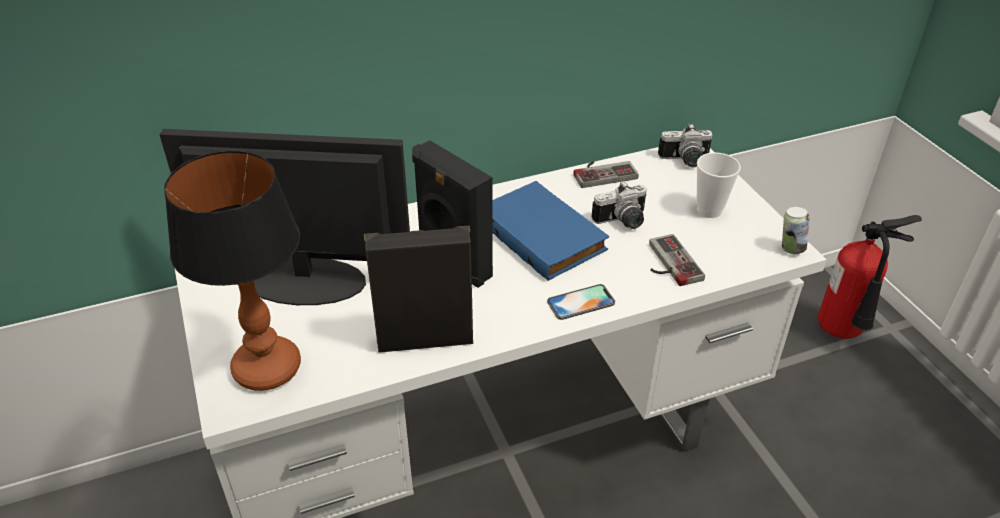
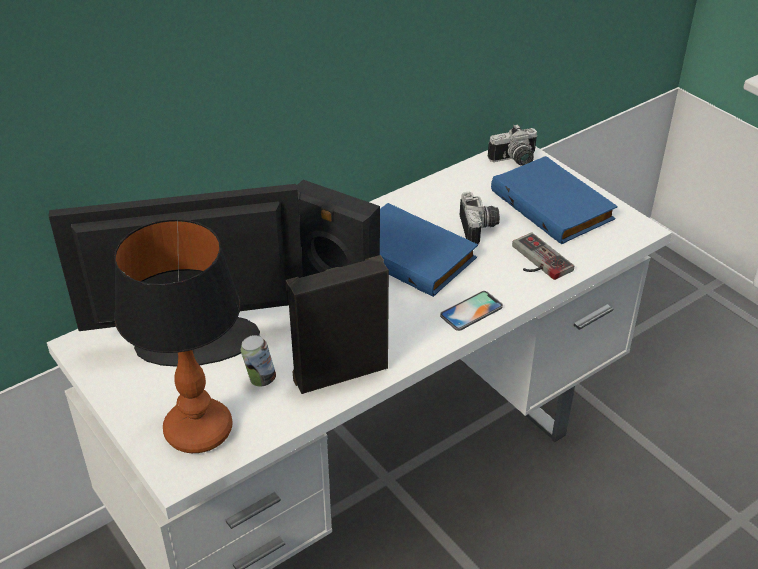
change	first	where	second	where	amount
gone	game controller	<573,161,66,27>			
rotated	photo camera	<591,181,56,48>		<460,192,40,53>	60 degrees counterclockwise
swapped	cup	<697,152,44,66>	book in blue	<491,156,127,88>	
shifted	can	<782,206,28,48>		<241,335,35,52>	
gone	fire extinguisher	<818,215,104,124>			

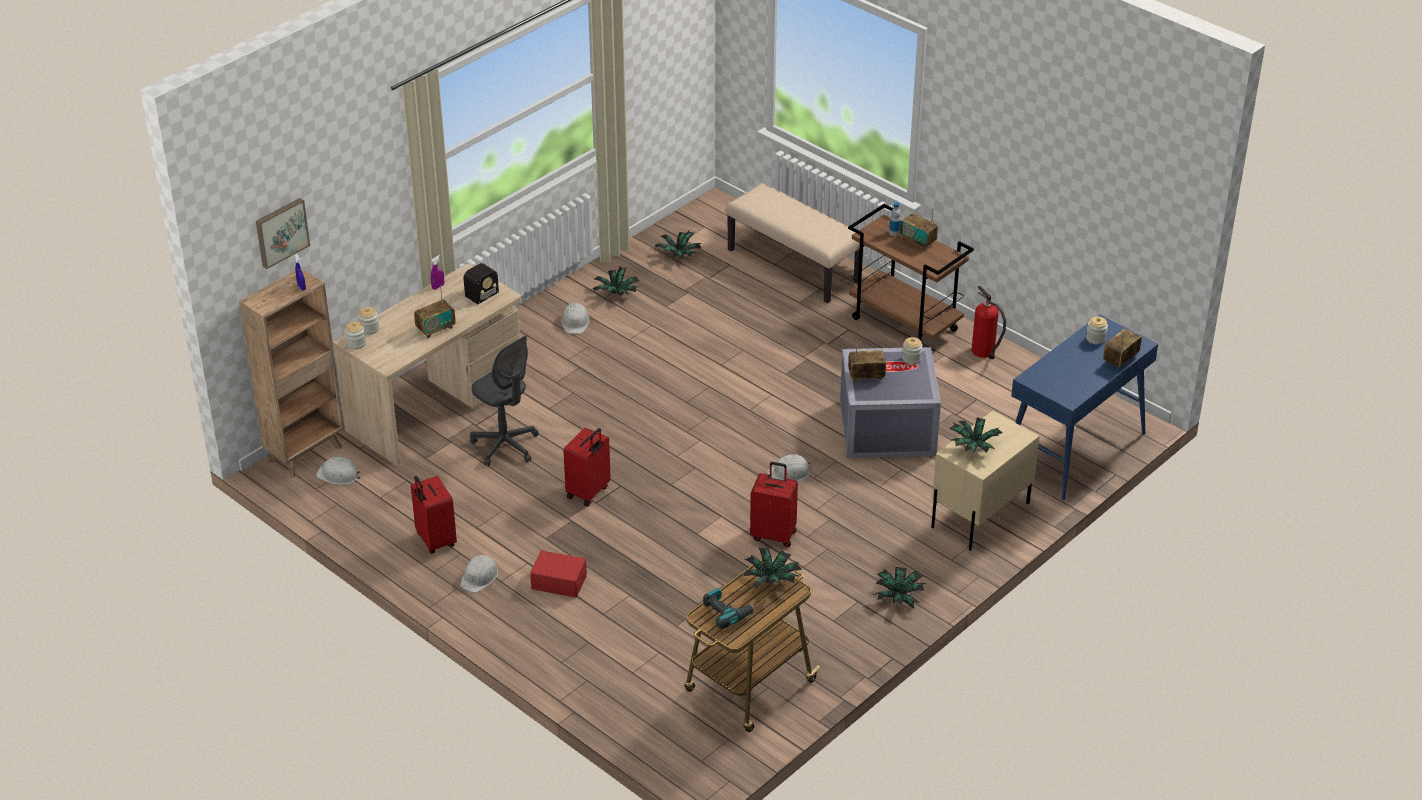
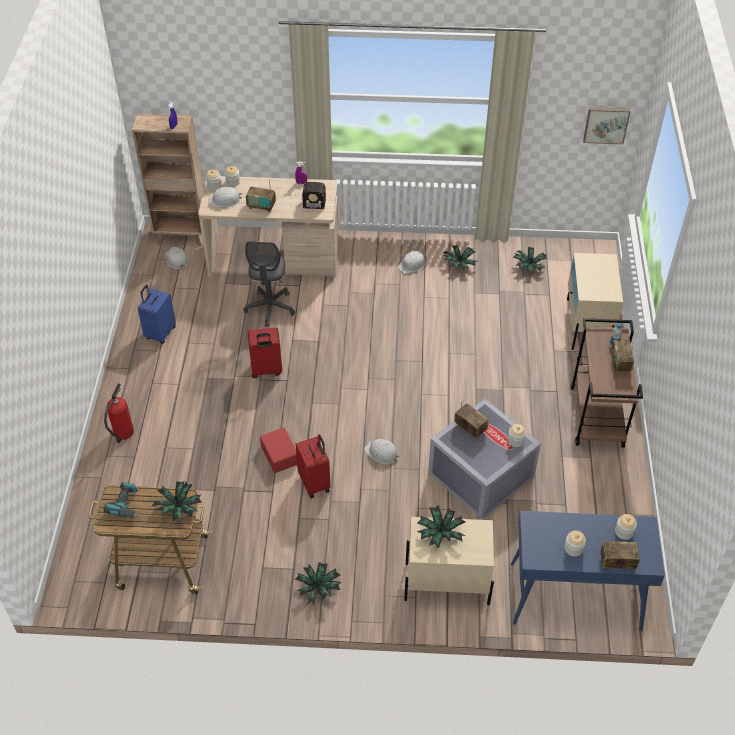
change	first	where	second	where	amount
shifted	picture	<256,198,54,71>		<583,107,48,37>	
repainted	suitcase in red	<411,476,46,78>	suitcase in blue	<138,285,38,59>	
shifted	hard hat in white	<460,555,38,38>		<208,187,34,21>	
shifted	storage box in red	<530,550,57,48>		<260,428,37,45>	
swapped	bench in beige	<726,183,134,120>	nightstand in beige	<567,253,56,97>	
shifted	fire extinguisher	<971,286,35,73>		<104,383,30,60>	
new			jar	<564,530,22,26>	

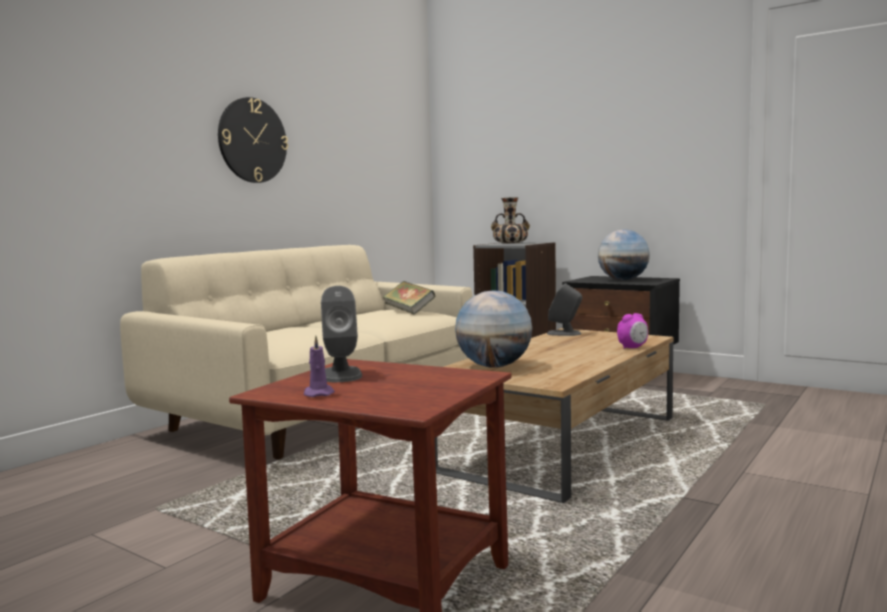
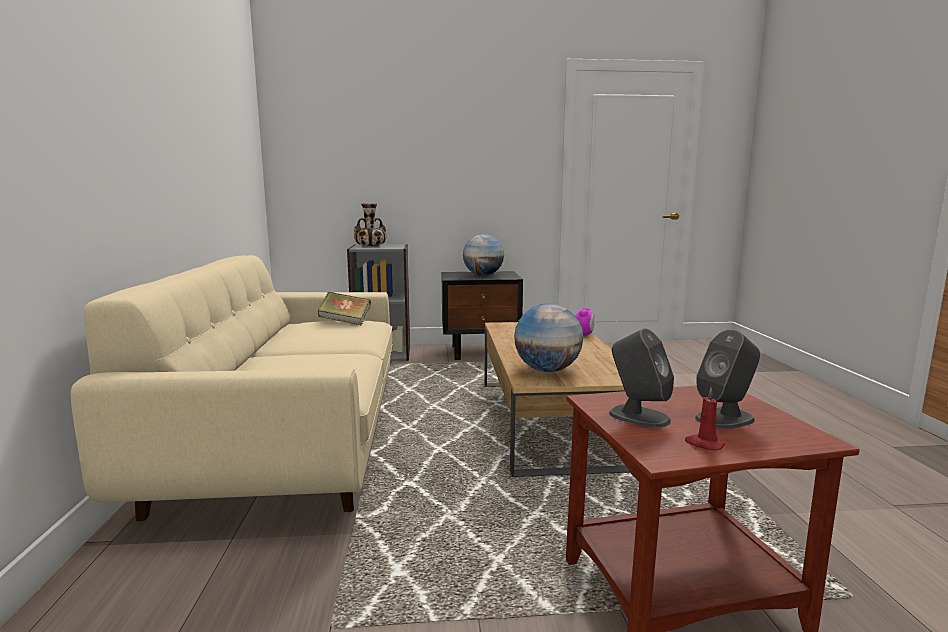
change	first	where	second	where	amount
gone	wall clock	<218,97,70,86>			
repainted	candle in purple	<304,336,31,61>	candle in red	<685,388,40,62>	
shifted	speaker in grey	<547,283,35,53>		<695,330,65,99>	

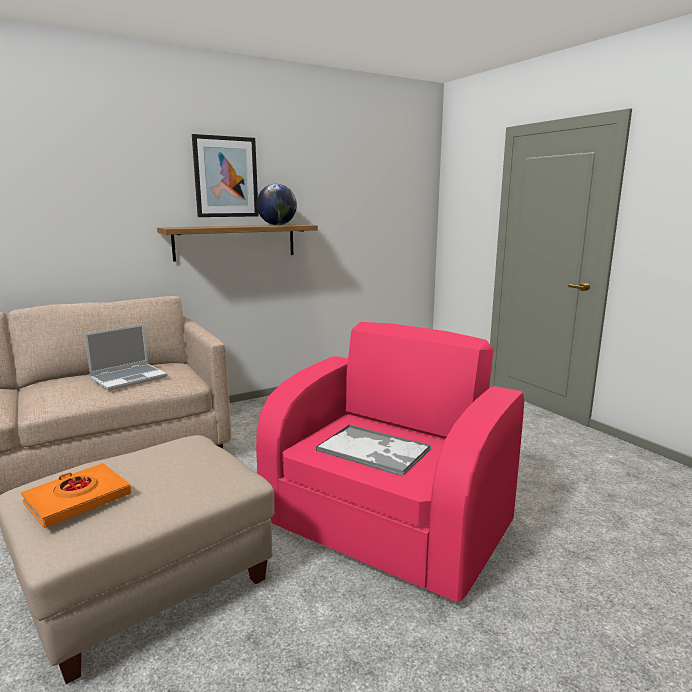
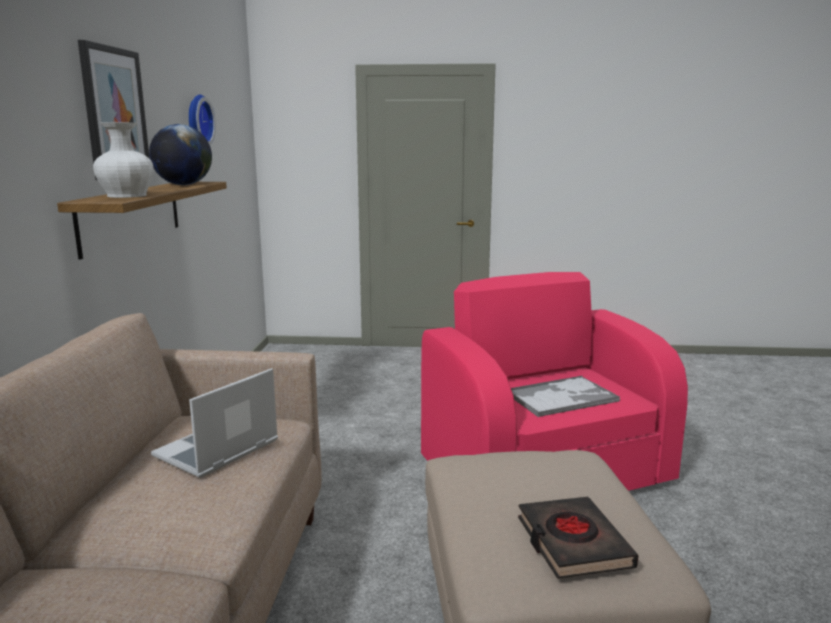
change	first	where	second	where	amount
repainted	book in orange	<21,463,110,65>	book in black	<518,497,120,82>	
rotated	laptop	<84,324,83,67>		<151,368,127,110>	135 degrees counterclockwise
new			vase in white	<93,122,61,76>	
new			wall clock	<189,95,27,50>	

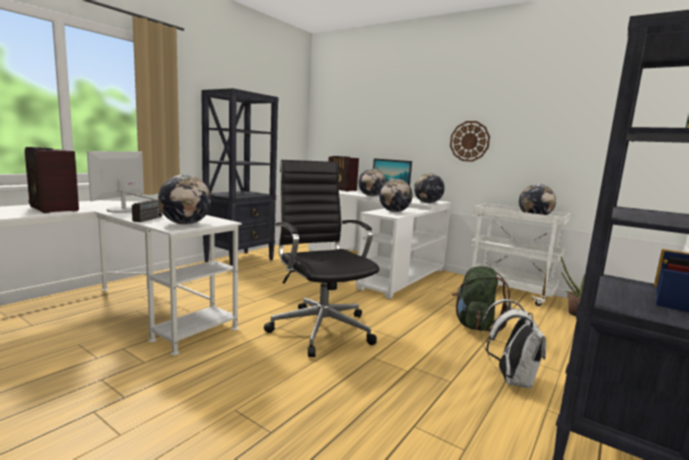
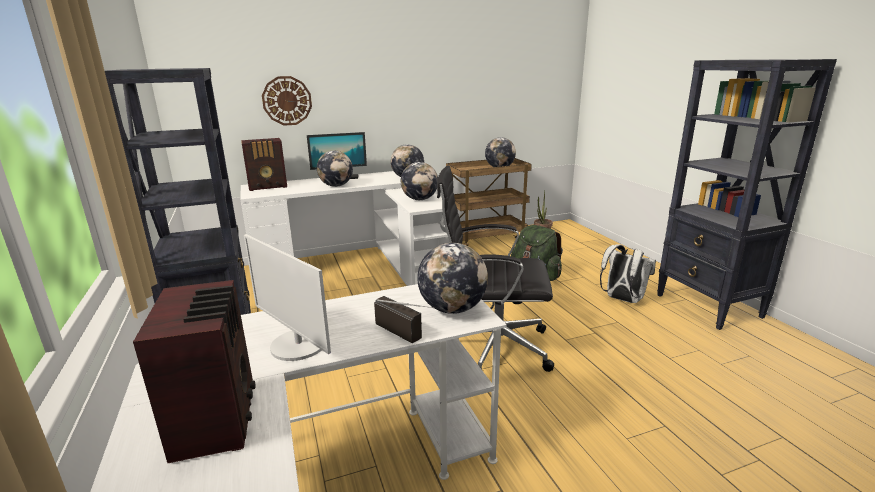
change	first	where	second	where	amount
rotated	radio	<25,147,54,66>		<133,280,123,184>	90 degrees counterclockwise
shifted	wall clock	<450,121,40,41>		<262,76,50,50>	
repainted	cart in white	<466,203,105,103>	cart in brown	<446,158,86,88>	

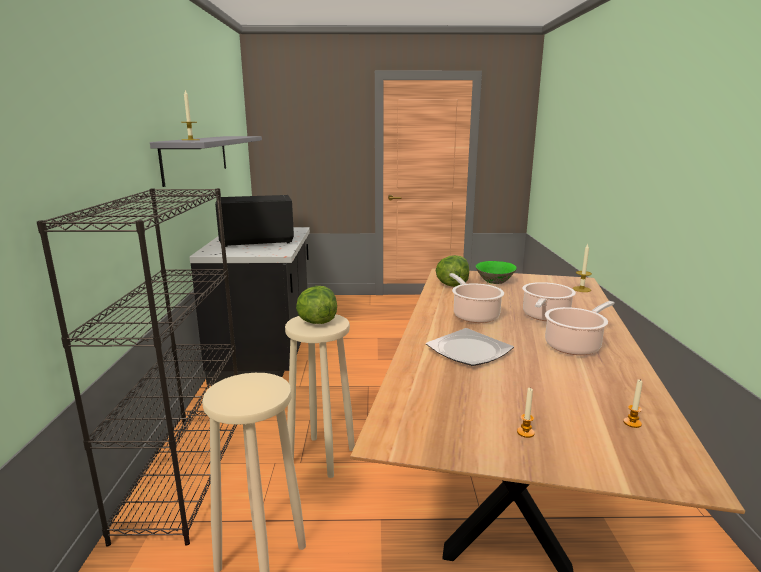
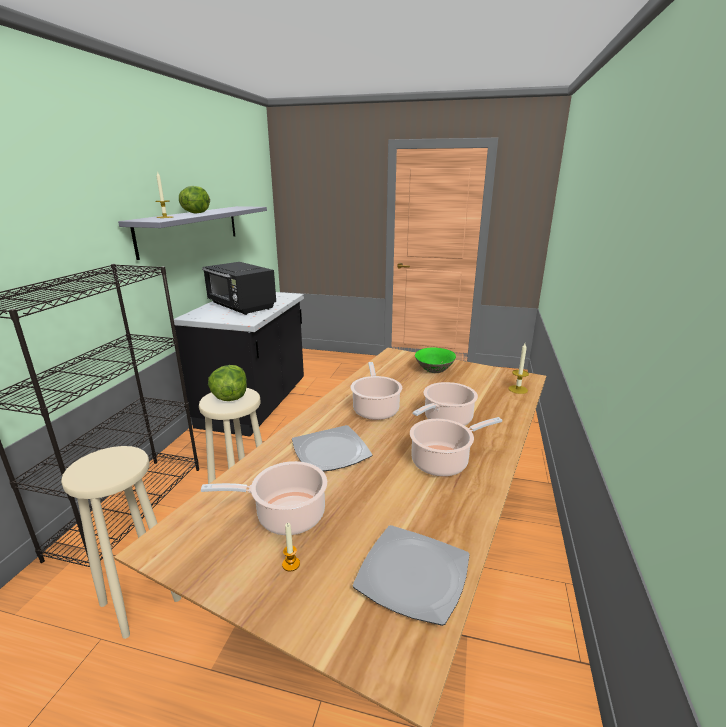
change	first	where	second	where	amount
rotated	microwave in black	<215,195,79,52>		<202,262,74,53>	135 degrees counterclockwise
shifted	lettuce	<436,255,33,32>		<179,186,31,28>	
swapped	candle	<623,380,19,48>	plate	<353,525,117,101>	
new			cooking pot	<201,461,126,74>	

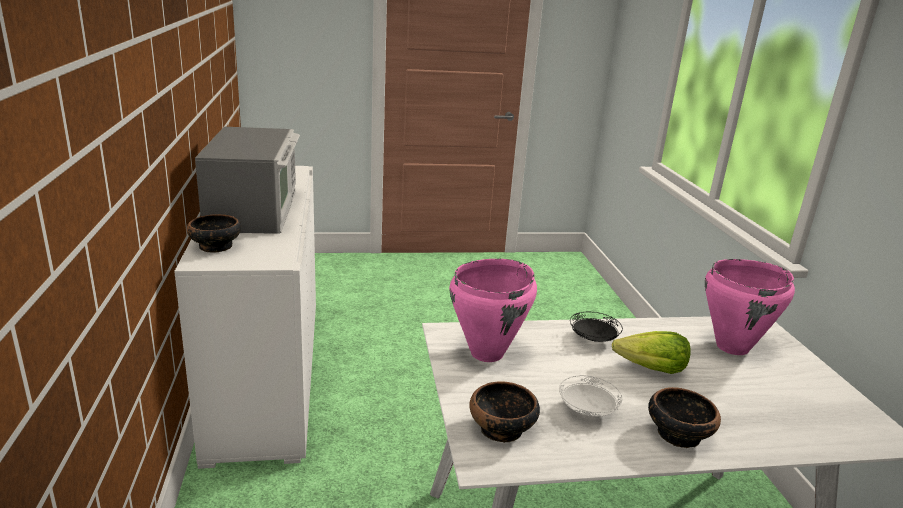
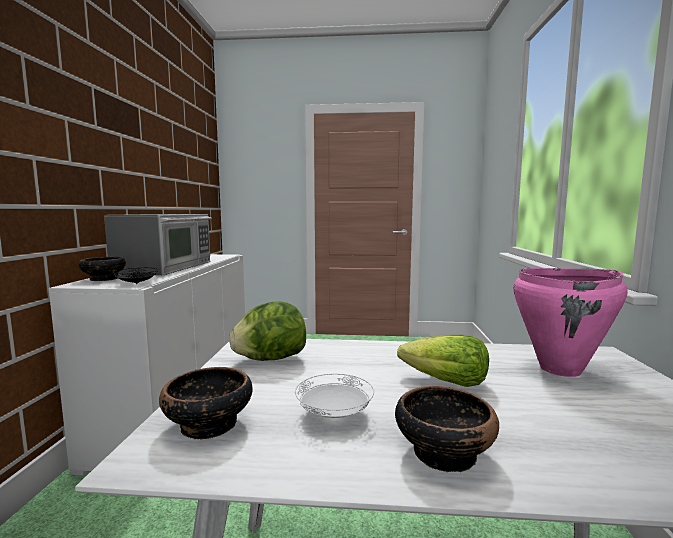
change	first	where	second	where	amount
swapped	cooking pot in pink	<449,259,88,103>	lettuce	<229,301,77,60>	
shifted	plate in black	<570,312,53,30>		<112,268,46,16>	

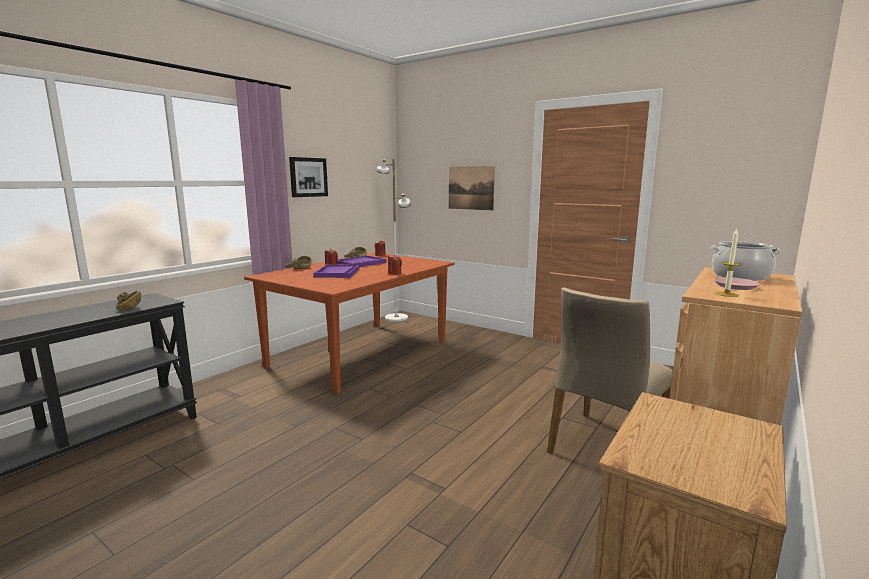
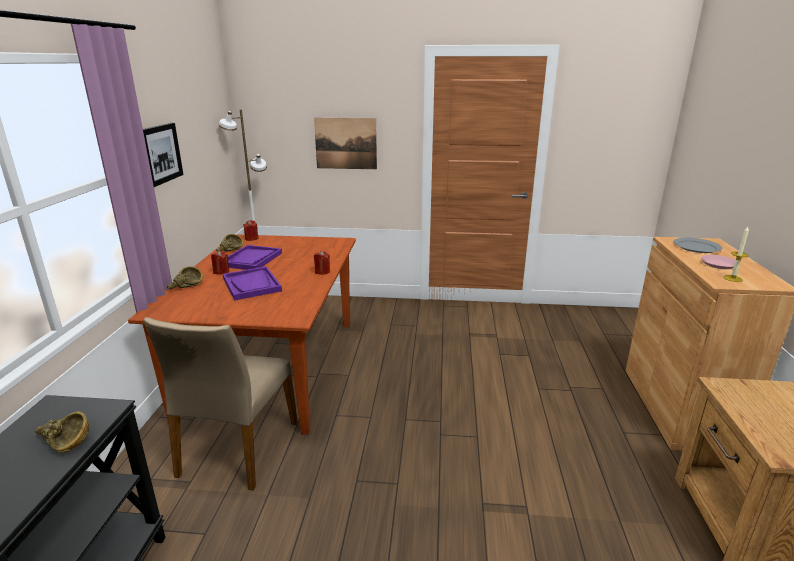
change	first	where	second	where	amount
shifted	chair in beige	<547,287,126,167>		<144,317,154,173>	
swapped	cooking pot	<711,241,70,40>	plate in grey	<673,237,49,16>	

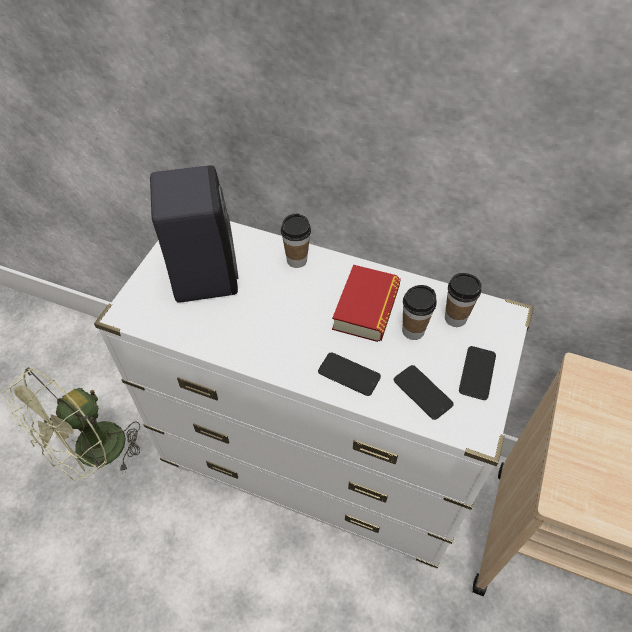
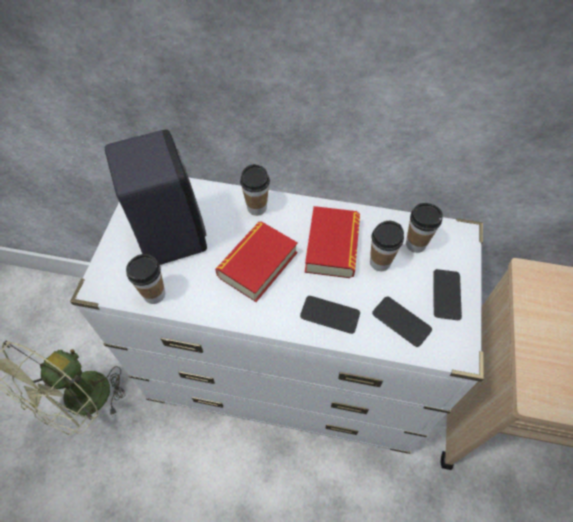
change	first	where	second	where	amount
new			cup	<126,254,39,50>	
new			book	<215,221,83,81>	

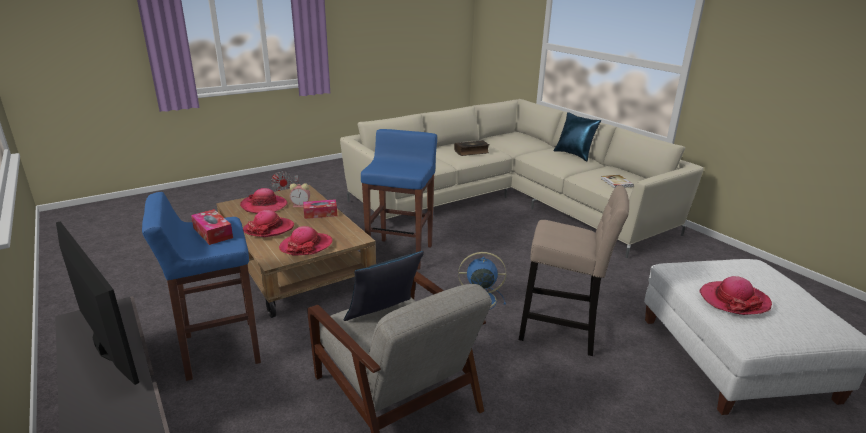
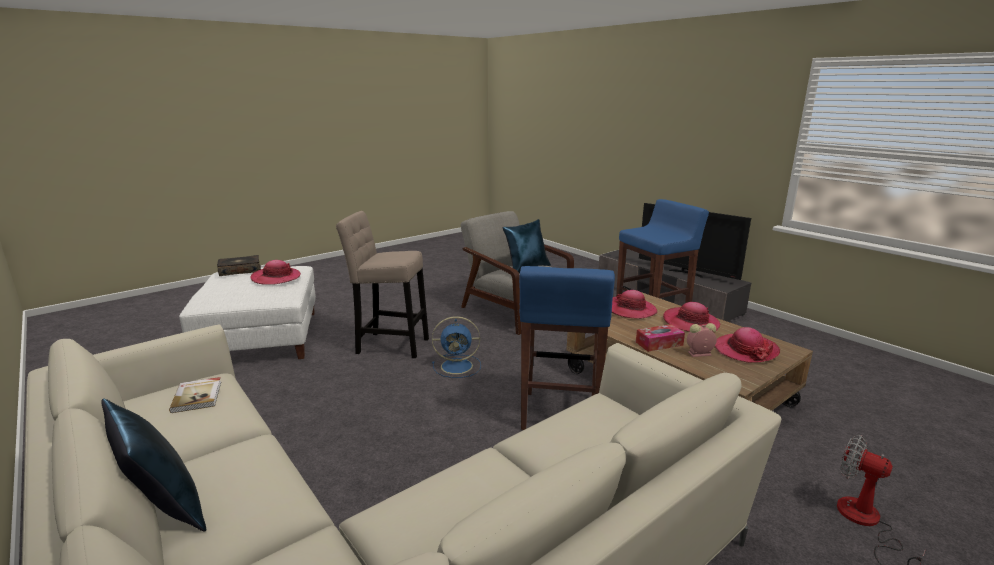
change	first	where	second	where	amount
gone	tissue box	<191,209,42,36>			
shifted	book	<454,140,35,16>		<217,255,44,21>	

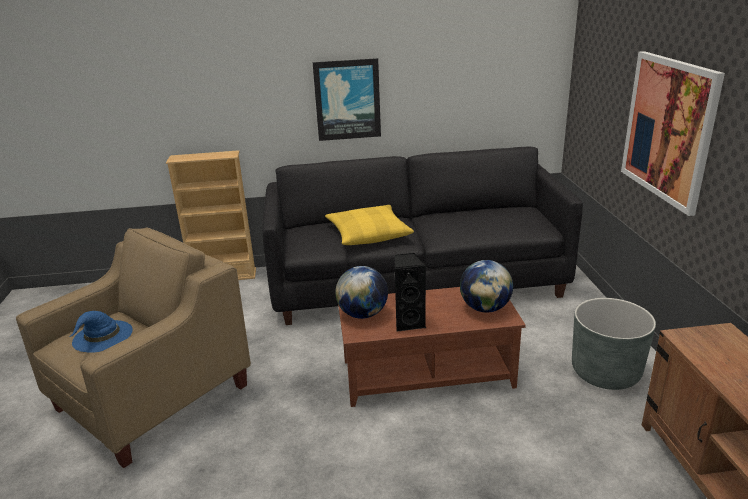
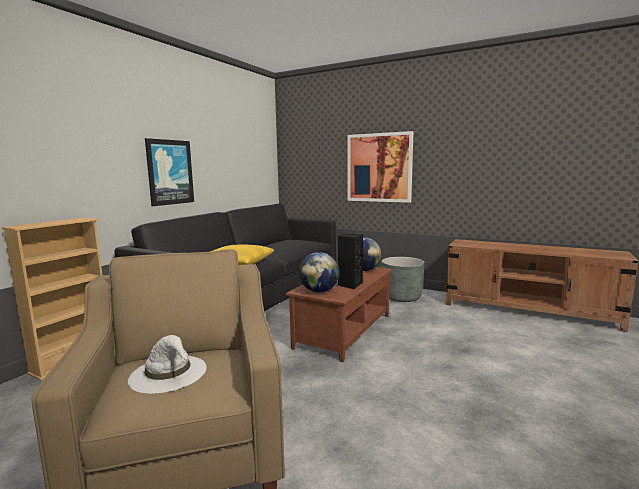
change	first	where	second	where	amount
repainted	hat in blue	<69,311,64,42>	hat in white	<128,335,79,59>	

